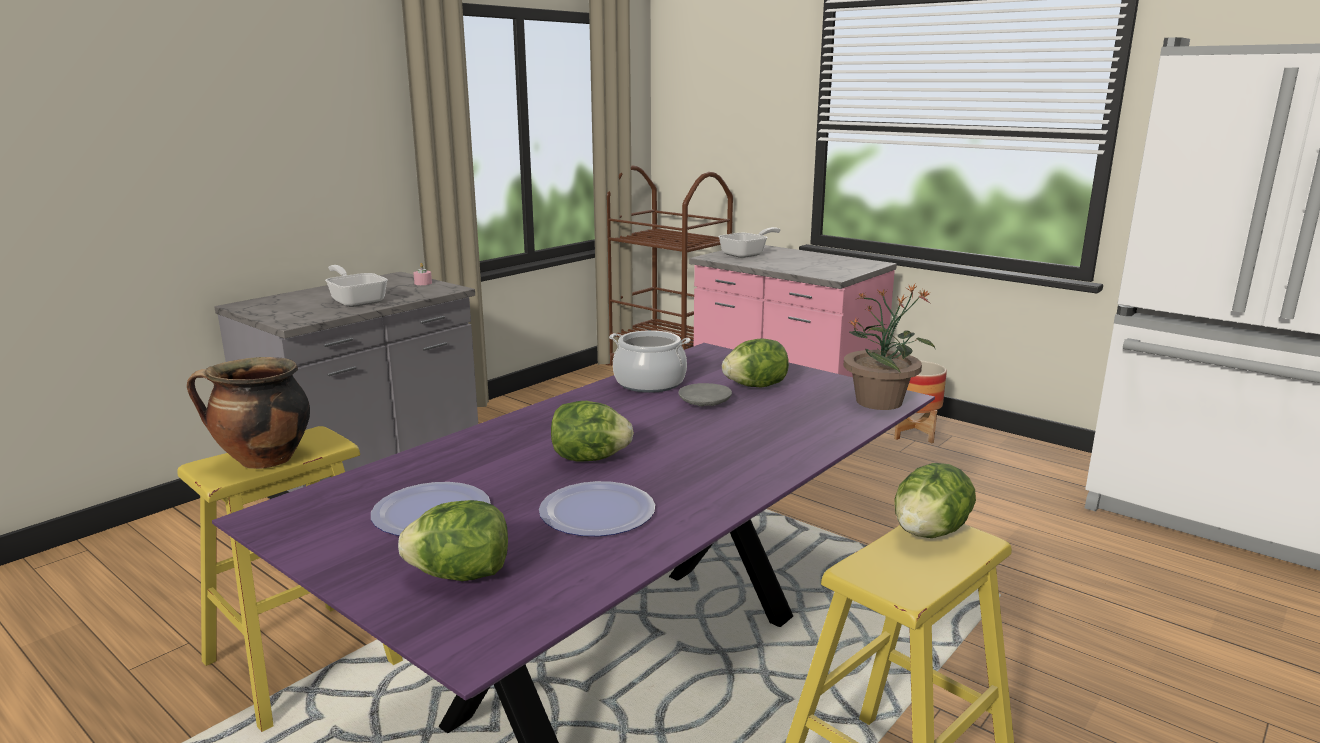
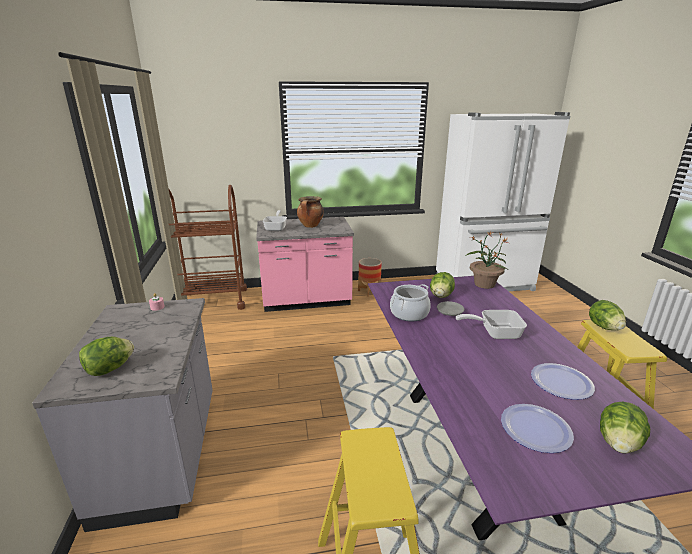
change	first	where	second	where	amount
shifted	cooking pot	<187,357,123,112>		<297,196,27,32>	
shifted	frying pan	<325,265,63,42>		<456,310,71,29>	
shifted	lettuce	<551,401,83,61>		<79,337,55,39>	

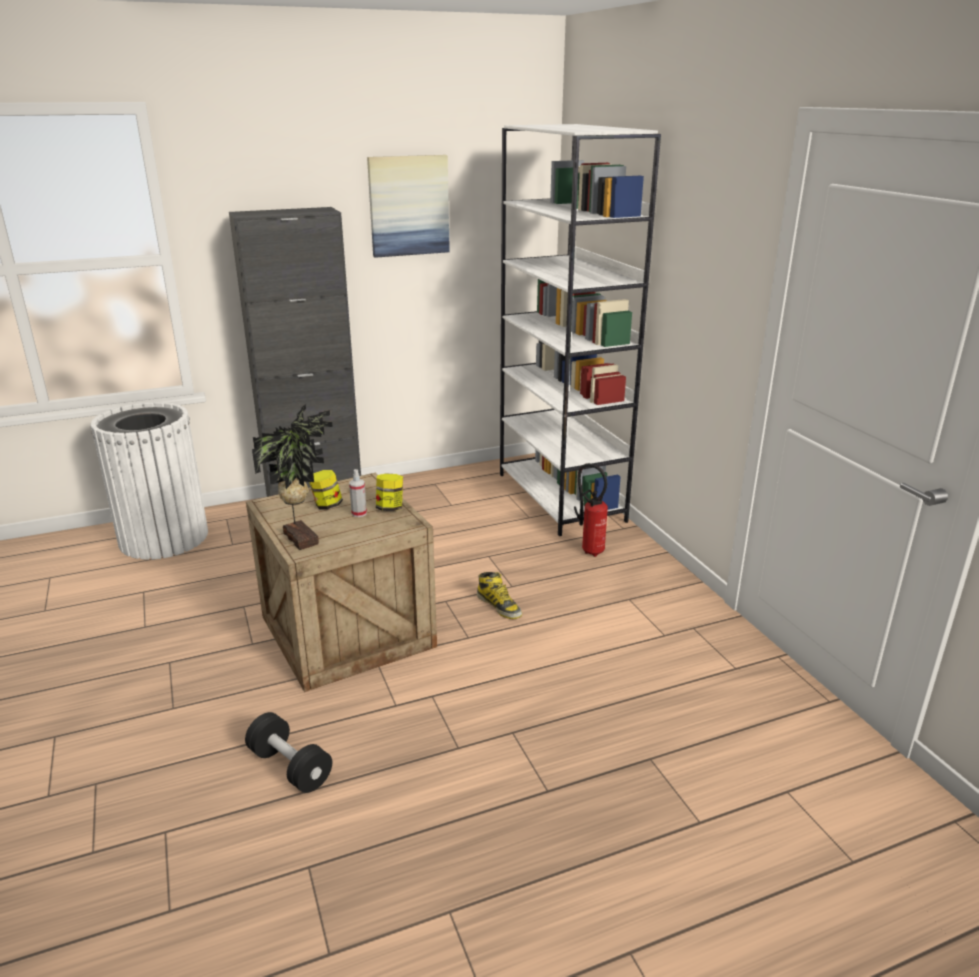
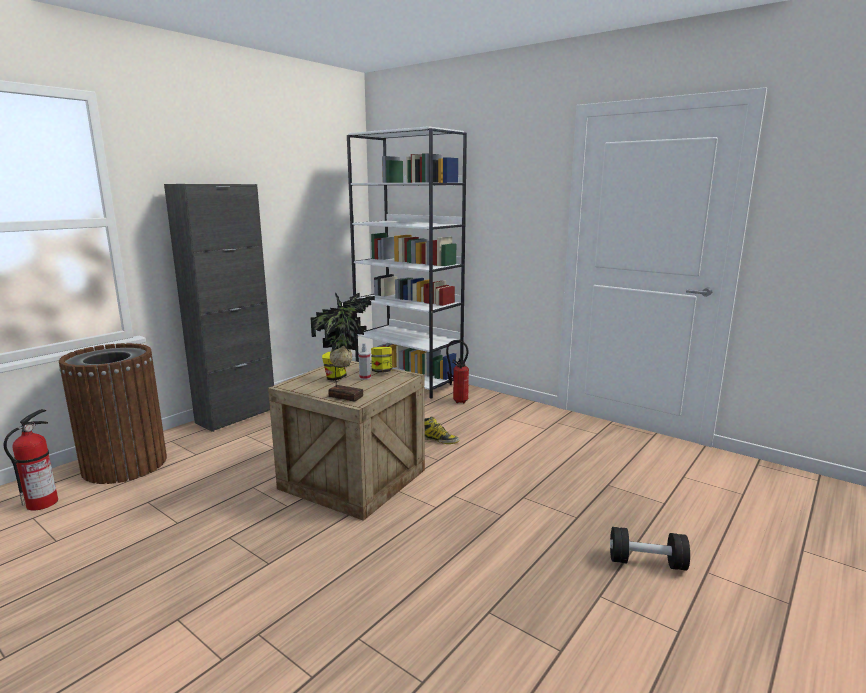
change	first	where	second	where	amount
repainted	trash can in white	<91,402,117,158>	trash can in brown	<59,343,108,141>	
shifted	dumbbell in black	<245,712,87,81>		<610,527,80,44>	
gone	picture	<367,155,83,103>			
new			fire extinguisher	<4,409,54,102>	

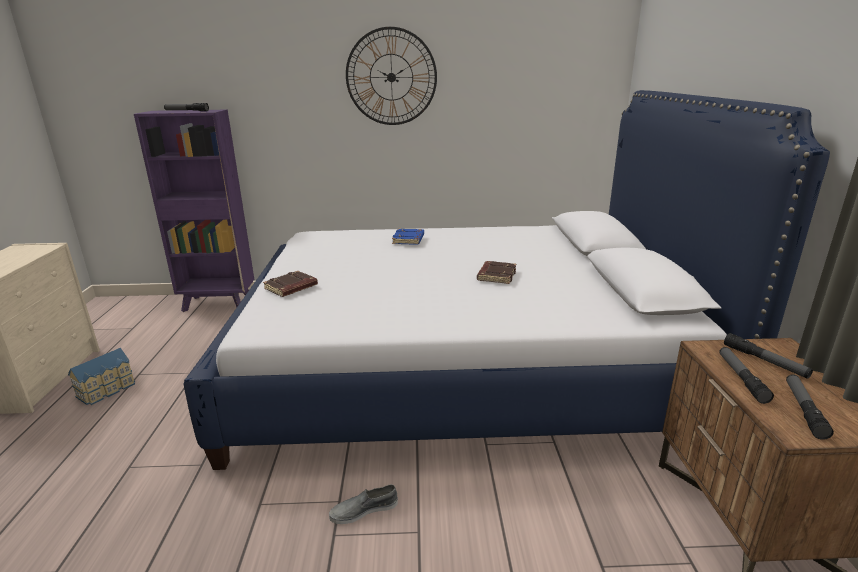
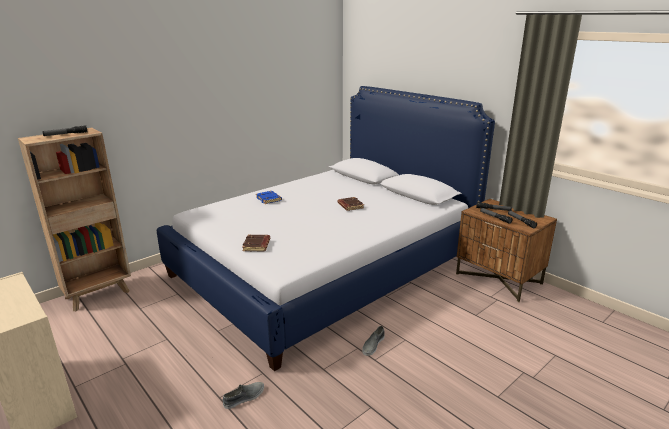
change	first	where	second	where	amount
gone	toy house	<68,347,67,58>			
repainted	bookcase in purple	<134,110,120,202>	bookcase in brown	<18,128,113,183>	
gone	wall clock	<346,27,91,98>			
new			shoe in grey	<223,382,41,27>	

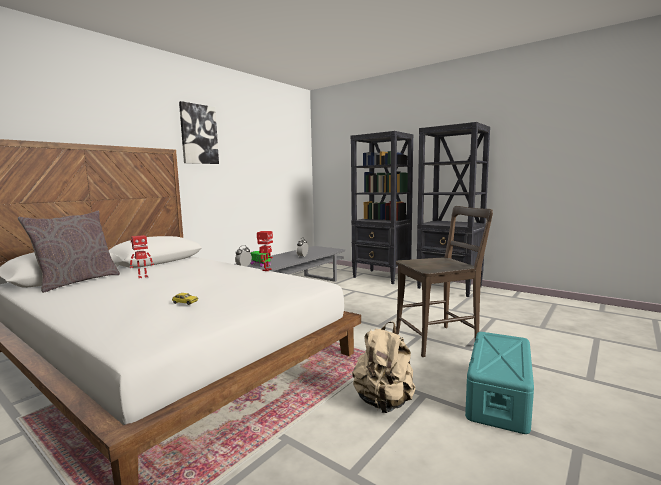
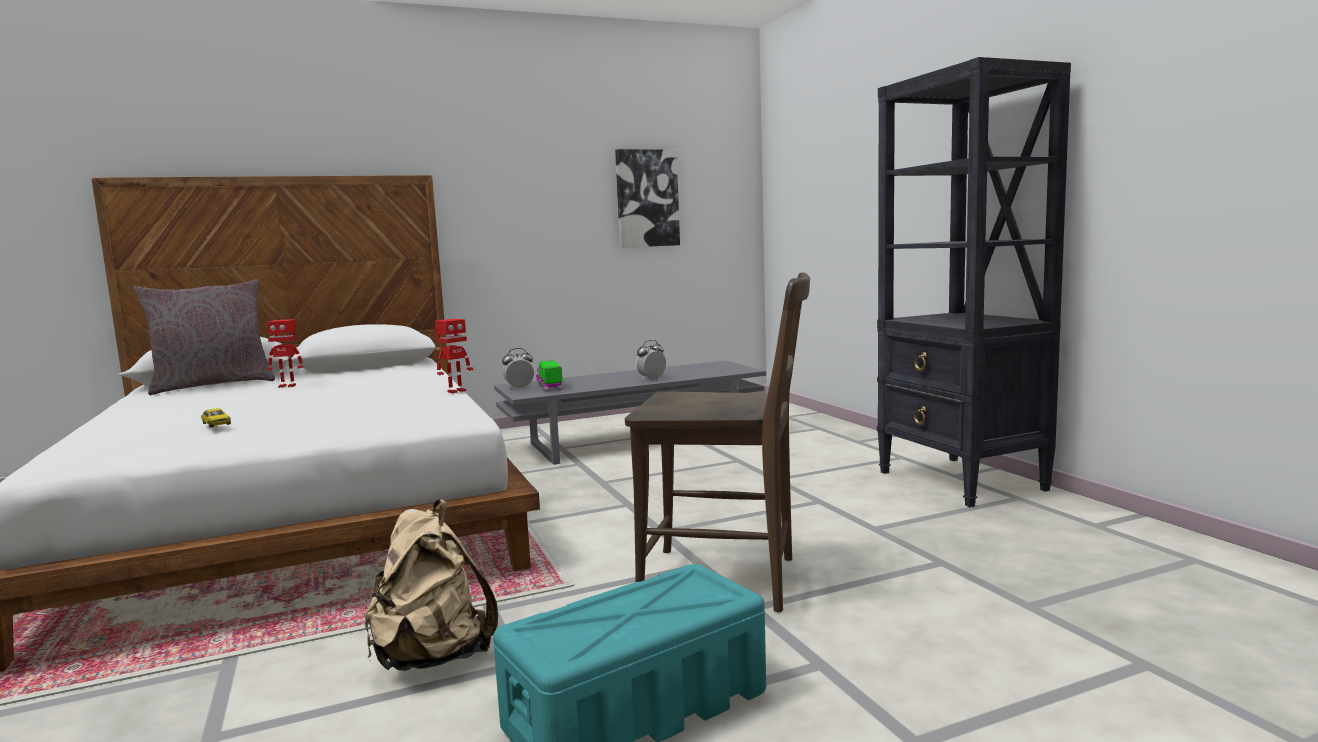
change	first	where	second	where	amount
shifted	picture	<179,101,40,63>		<615,149,65,99>	
gone	bookcase in black	<351,131,62,153>			

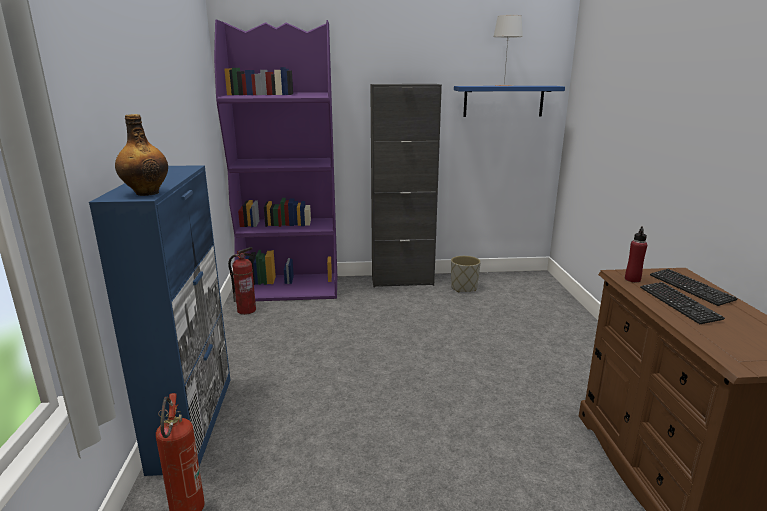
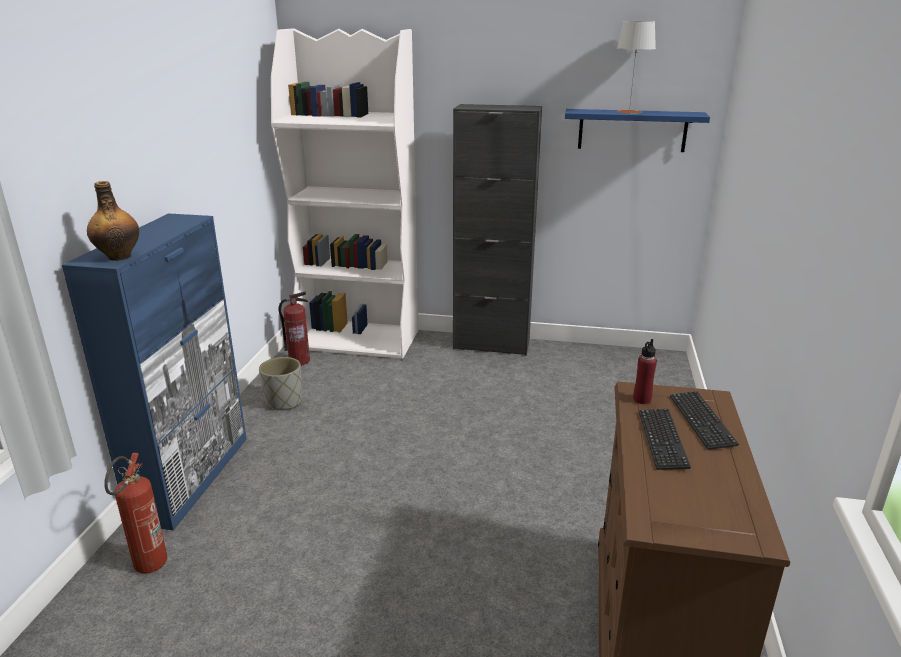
change	first	where	second	where	amount
repainted	bookcase in purple	<214,19,123,282>	bookcase in white	<271,29,147,330>	
shifted	planter in grey	<451,256,30,36>		<259,357,43,53>	

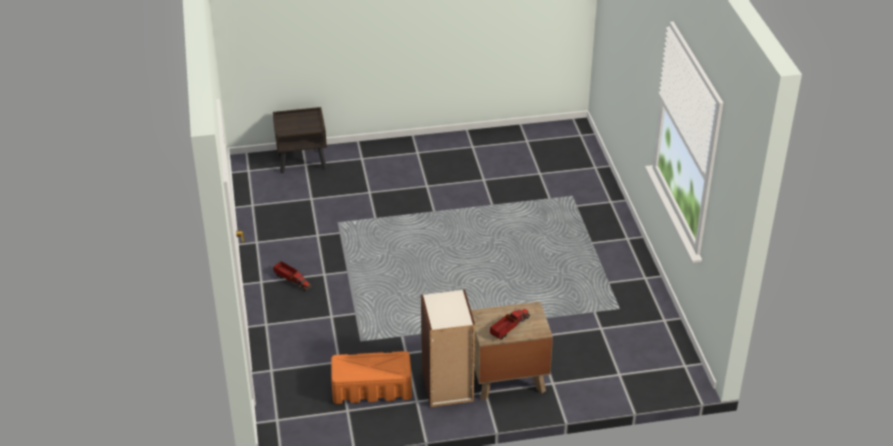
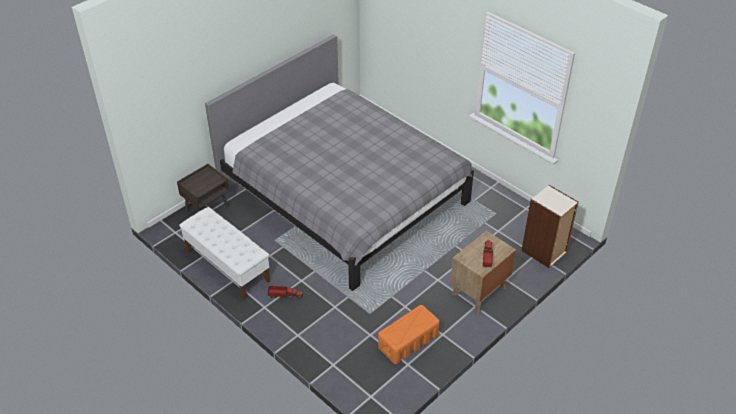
change	first	where	second	where	amount
shifted	bookcase	<421,290,54,117>		<522,185,57,83>	
new			bench in white	<179,207,91,93>	
new			bed in grey	<205,34,269,257>	

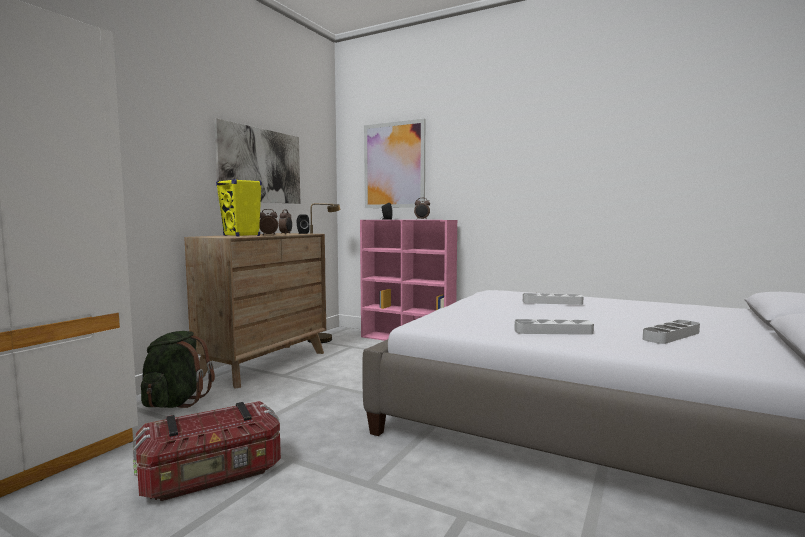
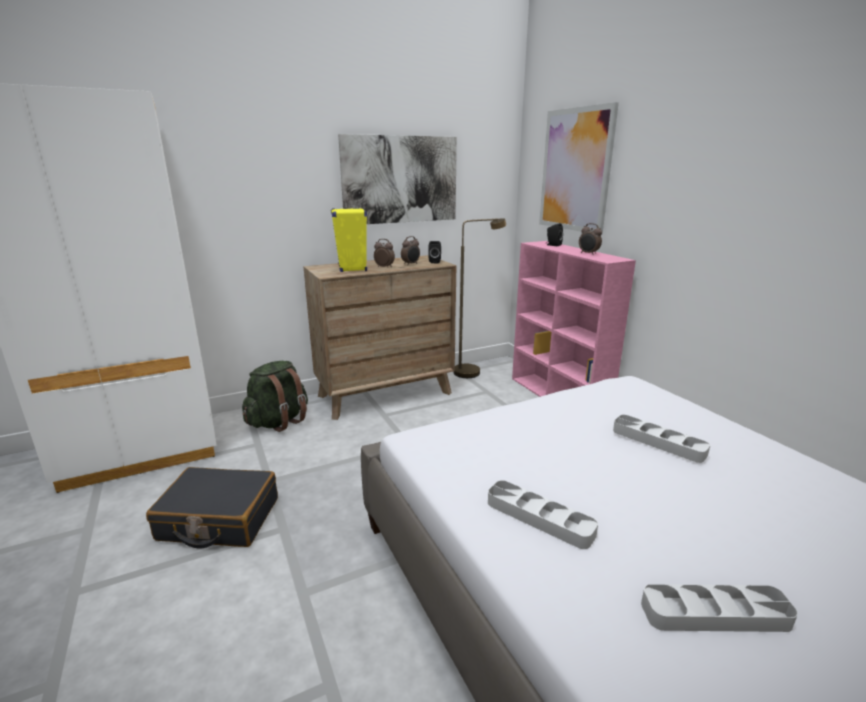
change	first	where	second	where	amount
swapped	storage box	<133,401,148,100>	suitcase in black	<146,467,132,82>	

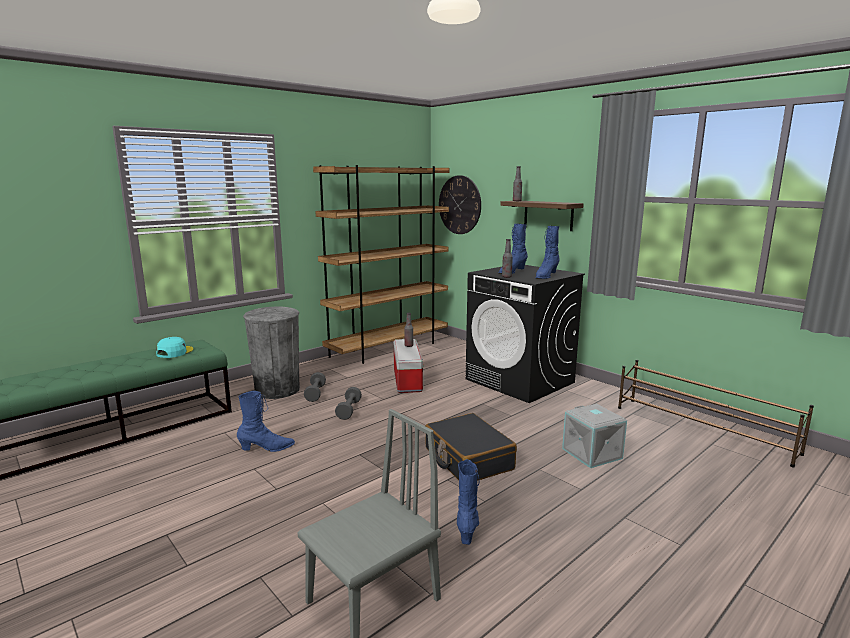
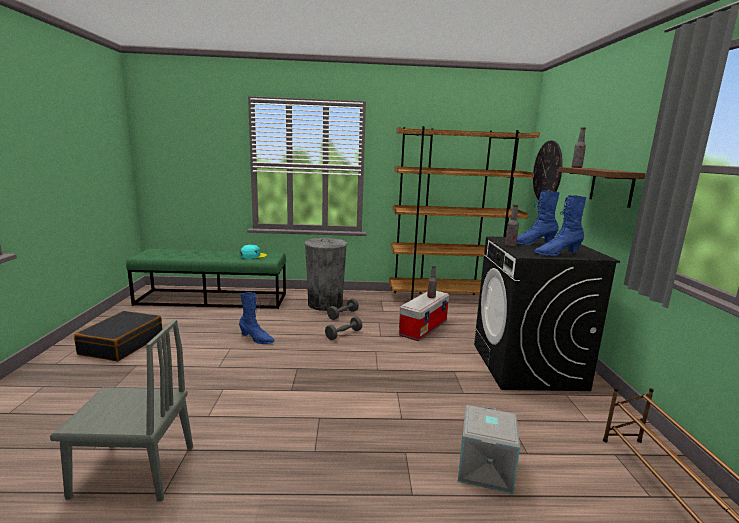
change	first	where	second	where	amount
shifted	suitcase in black	<425,413,92,68>		<74,311,88,50>	
gone	boot in blue	<457,459,23,86>			

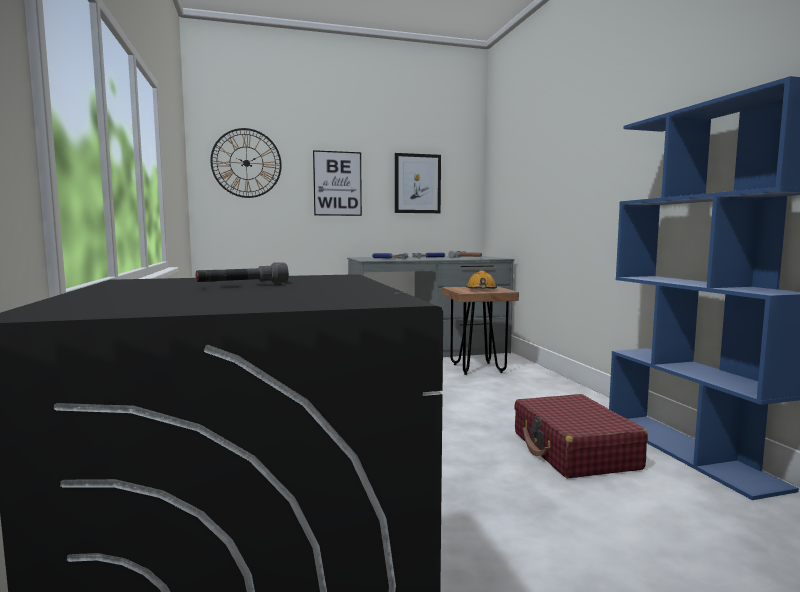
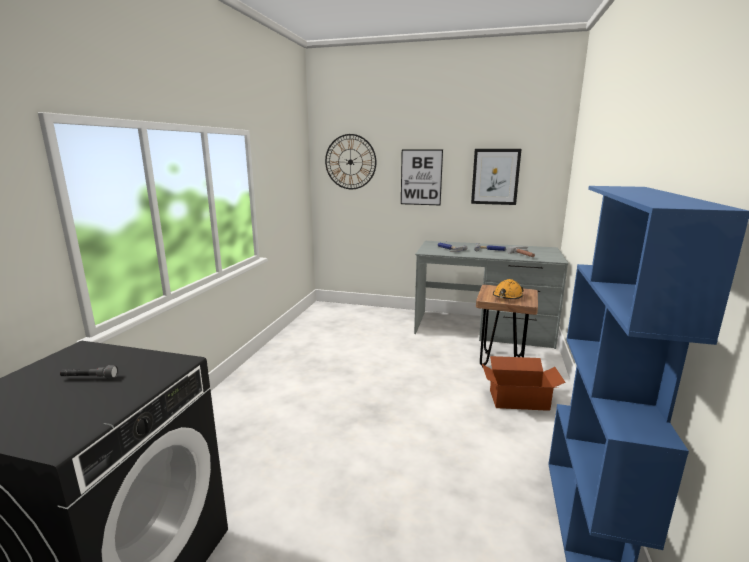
change	first	where	second	where	amount
gone	suitcase in red	<514,394,134,84>			
new			cardboard box	<482,356,84,55>	

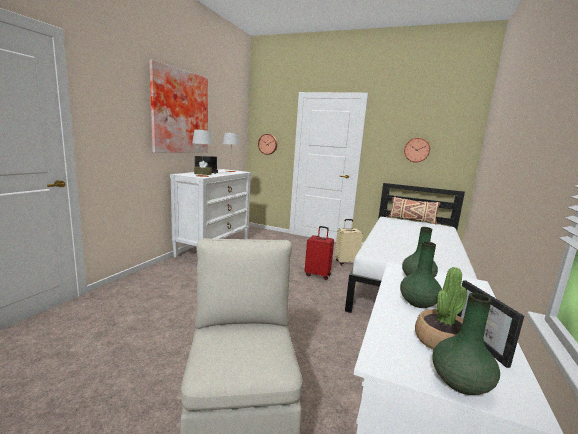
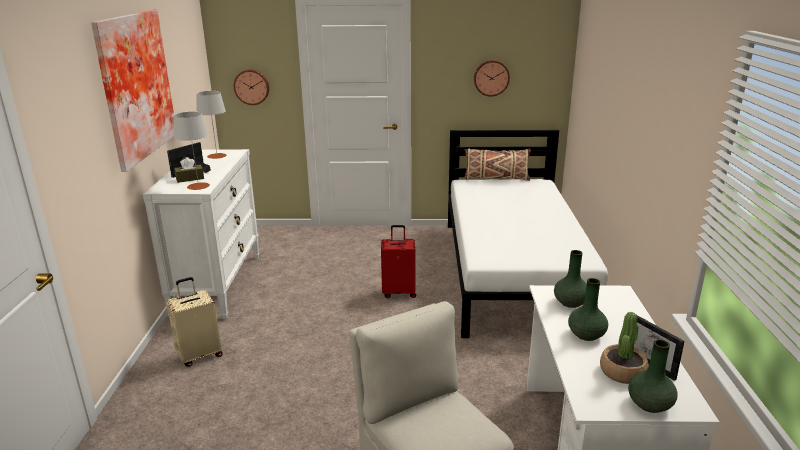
change	first	where	second	where	amount
shifted	suitcase in beige	<335,219,28,47>		<167,277,56,90>	

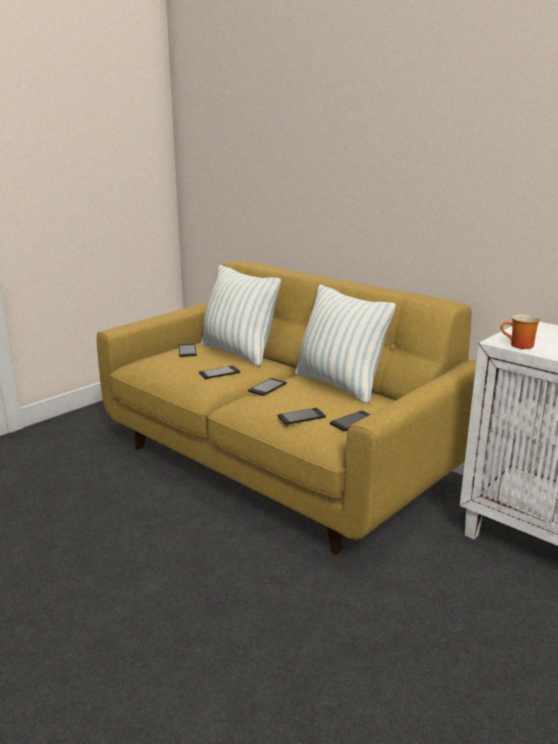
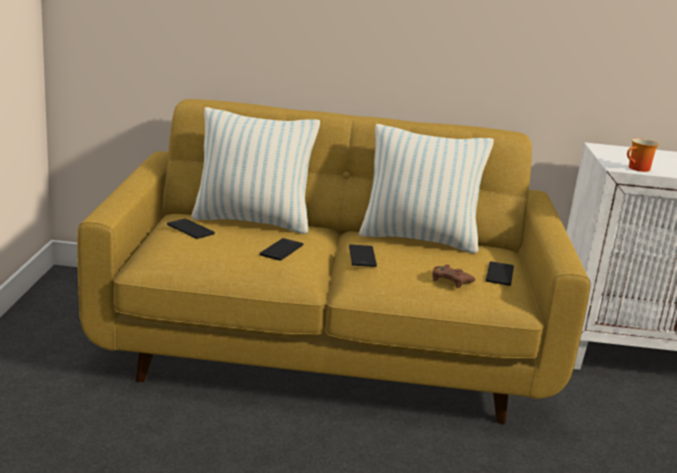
change	first	where	second	where	amount
swapped	phone	<278,408,48,17>	game controller in brown	<433,264,43,24>	

